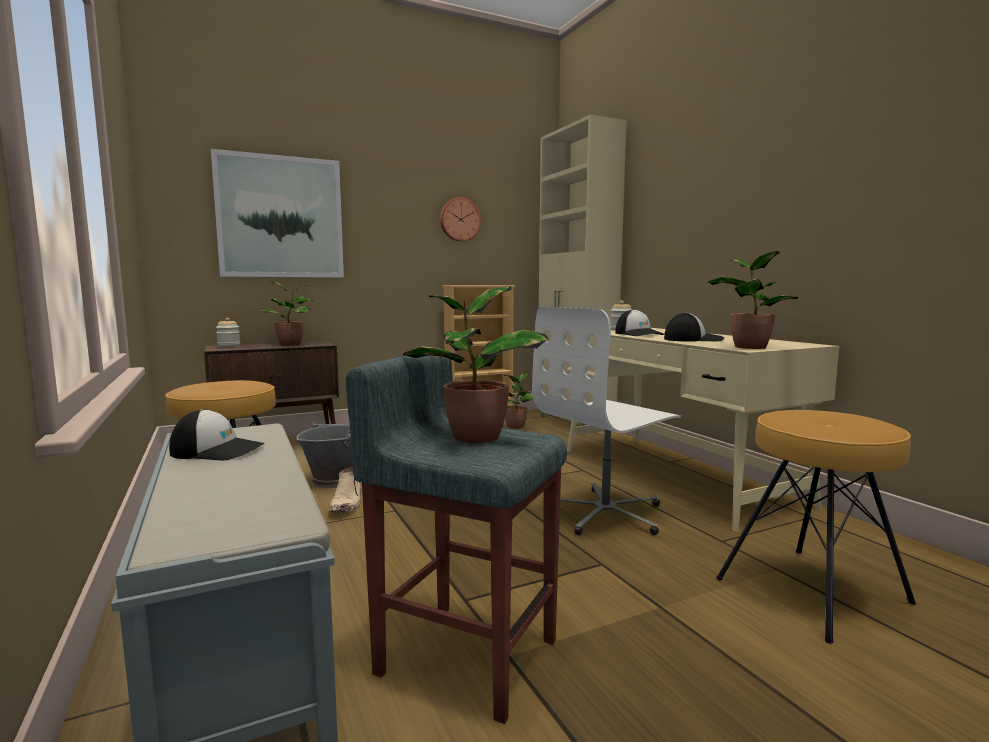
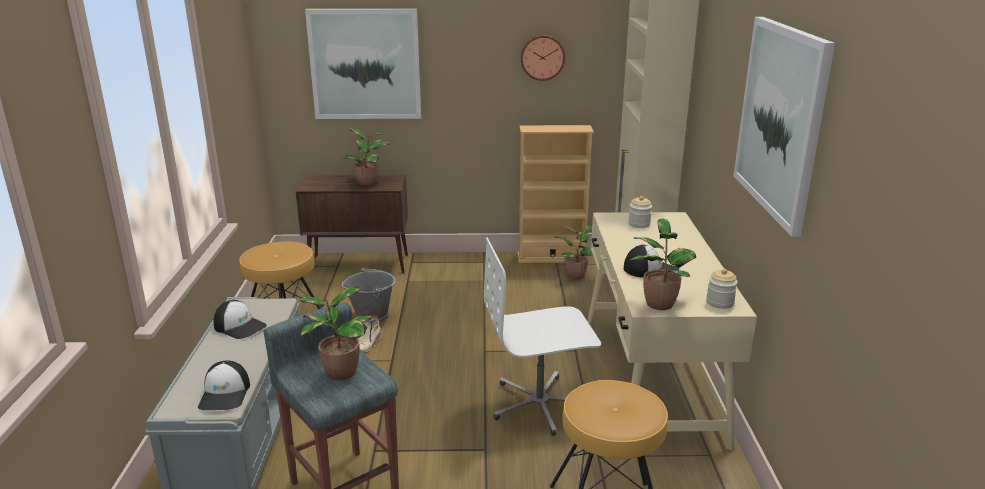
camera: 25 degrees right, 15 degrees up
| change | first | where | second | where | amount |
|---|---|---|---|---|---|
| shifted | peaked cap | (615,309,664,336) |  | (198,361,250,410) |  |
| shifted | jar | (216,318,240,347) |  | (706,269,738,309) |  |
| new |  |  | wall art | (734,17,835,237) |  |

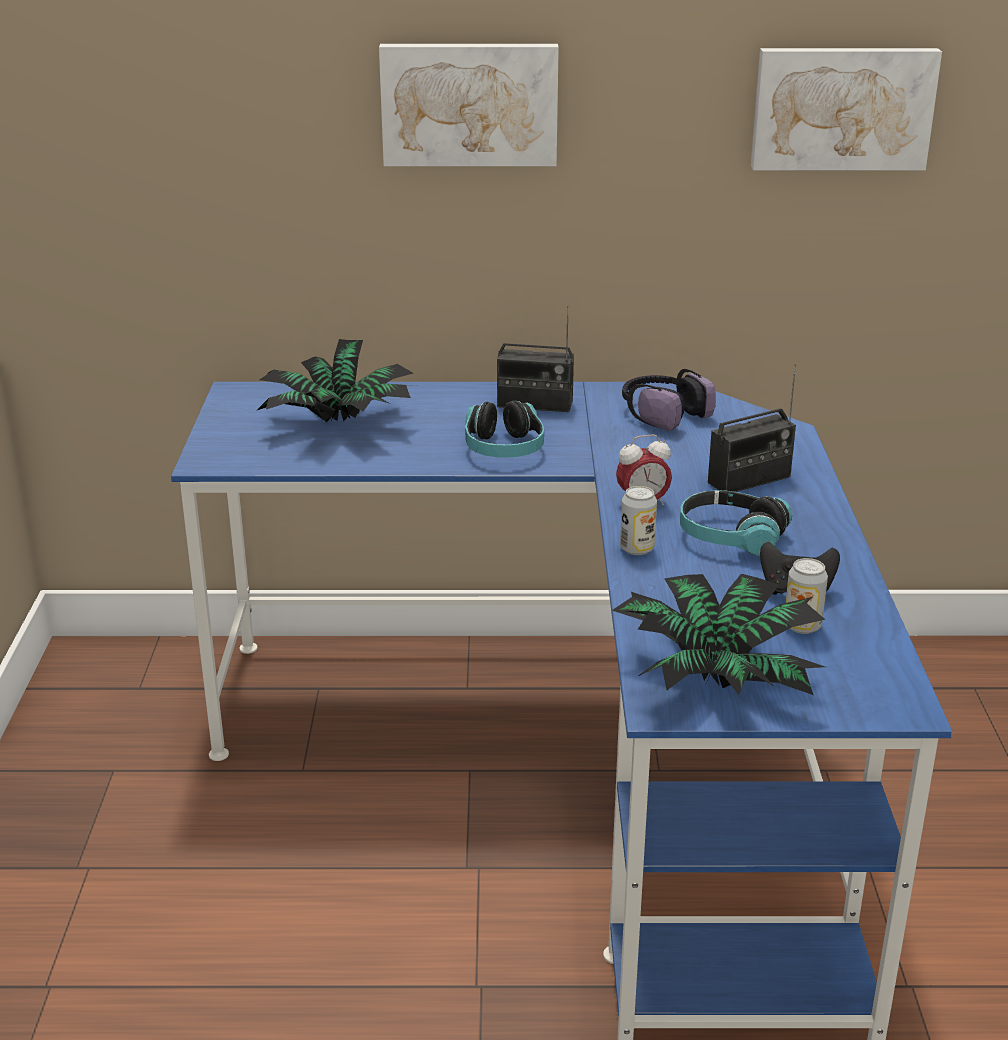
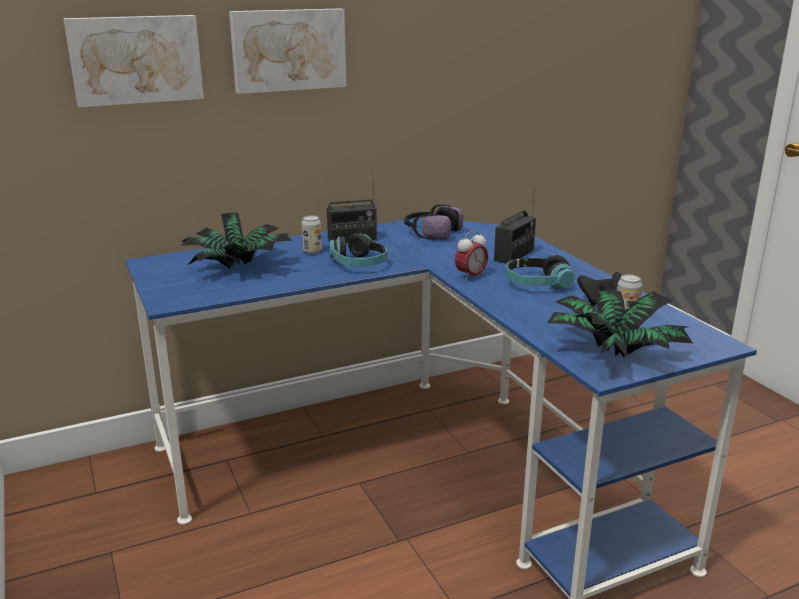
camera: 25 degrees left, 5 degrees down
| change | first | where | second | where | amount |
|---|---|---|---|---|---|
| shifted | wall art | (751,48,942,170) |  | (64,15,204,107) |  |
| shifted | metal can | (620,486,657,555) |  | (302,216,322,254) |  |

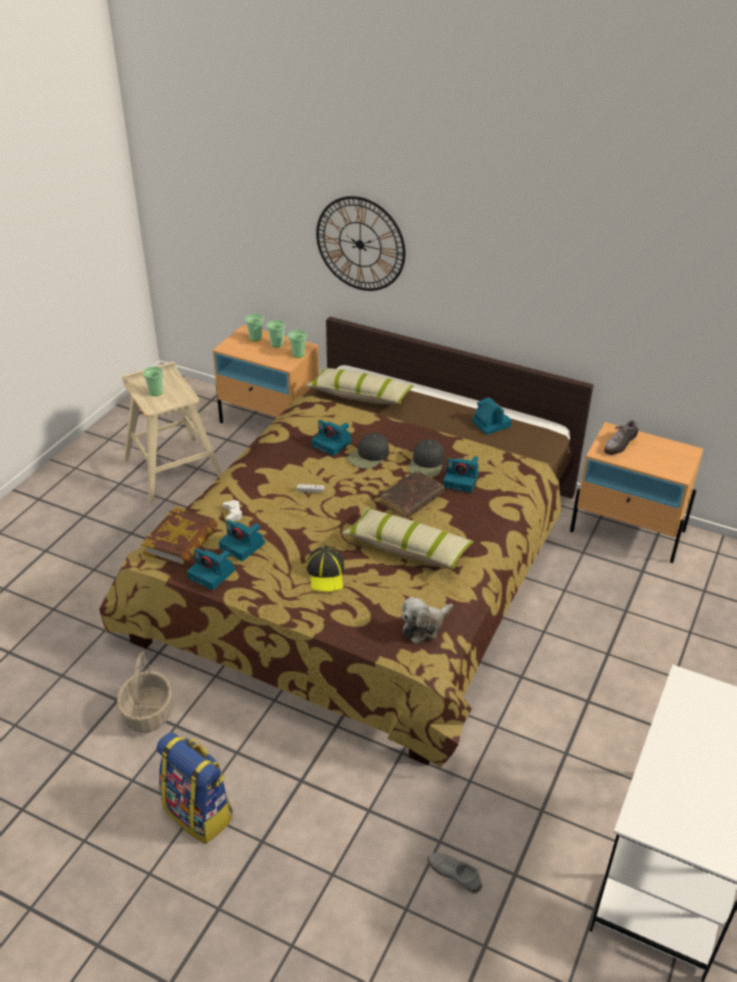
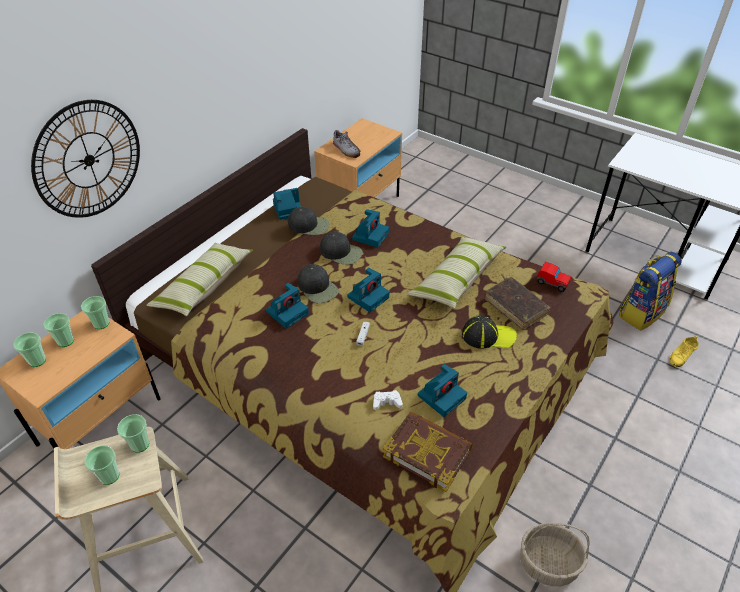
camera: 80 degrees left, 5 degrees up
| change | first | where | second | where | amount |
|---|---|---|---|---|---|
| new |  |  | cup | (117,414,149,453) |  |
| new |  |  | black-coloured peaked cap | (288,207,330,235) |  |
| shifted | photo camera | (187,548,235,590) |  | (347,268,389,312) |  |
| shifted | brown book | (380,471,444,518) |  | (485,277,551,330) |  |
| swapped | plush toy | (402,597,453,644) | model car | (537,262,572,292) |  |
| shifted | rucksack | (157,732,233,844) |  | (620,252,682,330) |  |
| repainted | greyish shoe | (428,853,482,894) | yellowish shoe | (670,336,699,367) |  |

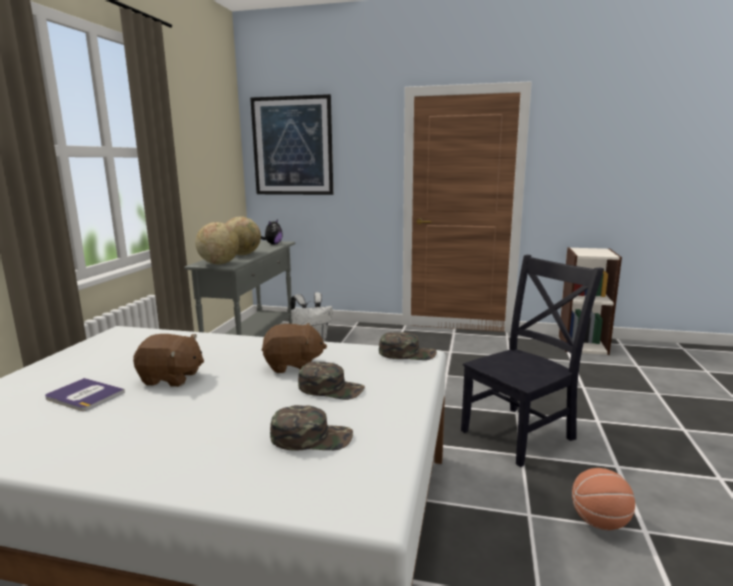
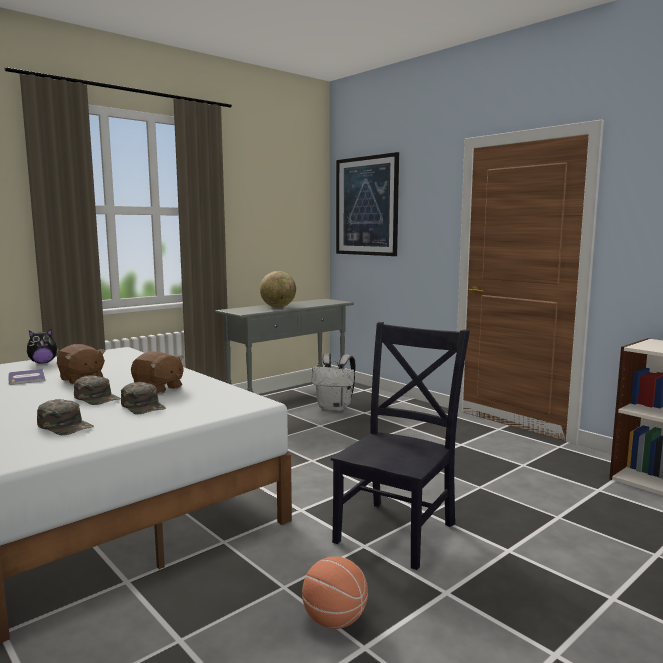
camera: 35 degrees right, 5 degrees down
| change | first | where | second | where | amount |
|---|---|---|---|---|---|
| shifted | plush toy | (261,219,283,245) |  | (27,329,59,363) |  |
| shifted | greenish peaked cap | (379,332,437,360) |  | (74,375,121,405) |  |
| rotated | black-coloured plain chair | (461,255,604,467) |  | (331,322,470,570) | 60 degrees counterclockwise |
| gone | globe | (195,222,239,264) |  |  |  |

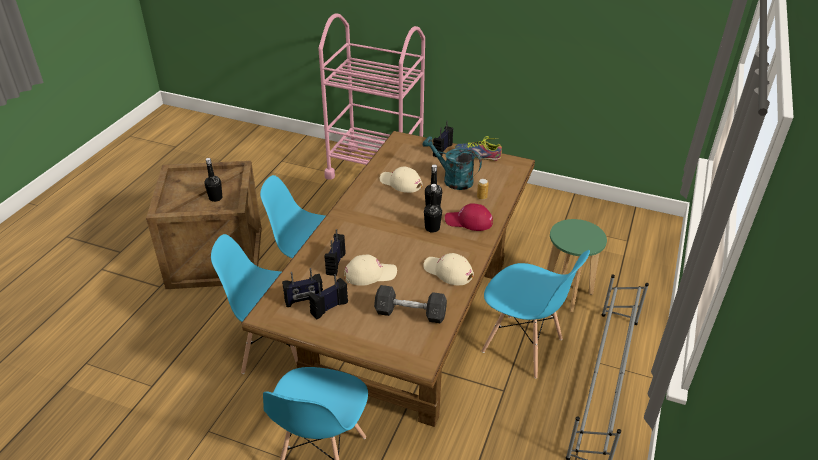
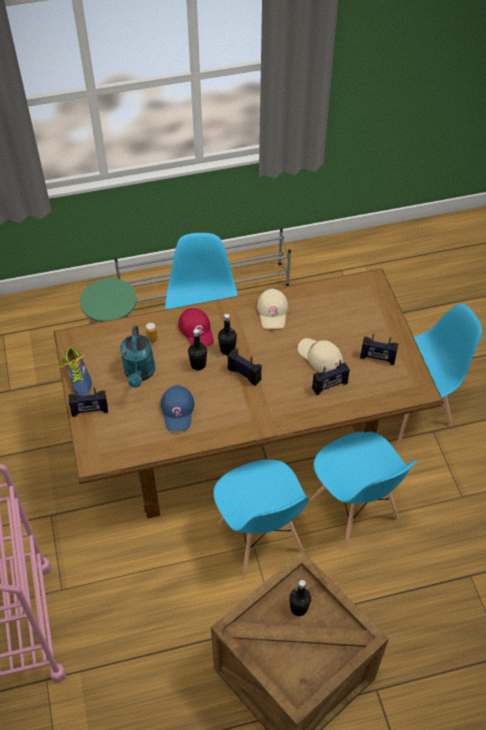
camera: 125 degrees left, 15 degrees up
| change | first | where | second | where | amount |
|---|---|---|---|---|---|
| repainted | sand-coloured peaked cap | (380,167,423,193) | blue peaked cap | (161,385,194,431) |  |
| shifted | radio receiver | (282,268,323,307) |  | (227,348,262,386) |  |
| gone | greyish hand weight | (374,285,447,323) |  |  |  |

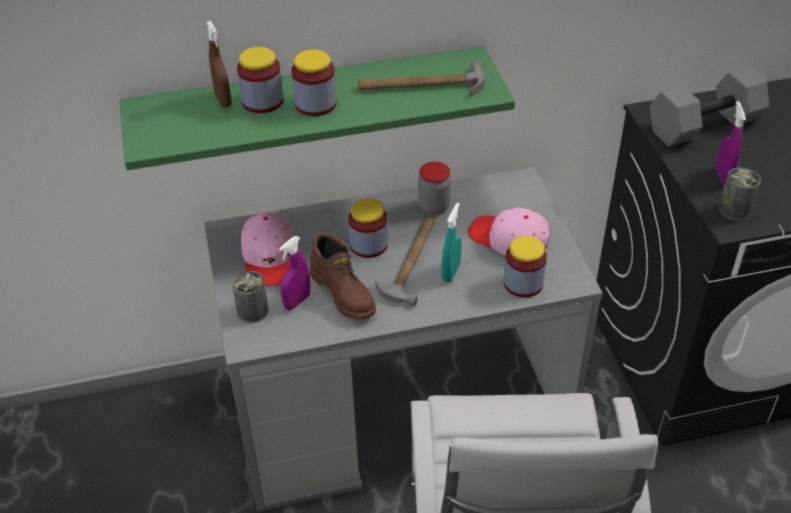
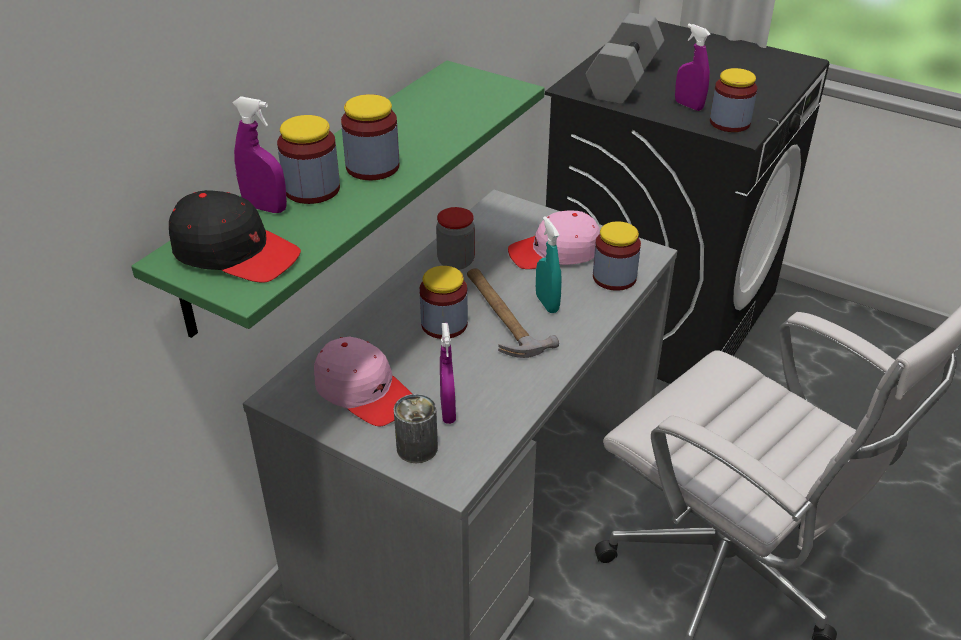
camera: 45 degrees left, 5 degrees down
| change | first | where | second | where | amount |
|---|---|---|---|---|---|
| new |  |  | black-coloured peaked cap | (169,190,301,283) |  |
| repainted | brown spray bottle | (206,21,232,108) | purplish spray bottle | (232,96,287,213) |  |
| swapped | metal can | (719,167,761,221) | jar | (710,68,757,132) |  |
| gone | brown tall boot | (310,233,376,320) |  |  |  |
| gone | hammer | (358,60,485,96) |  |  |  |

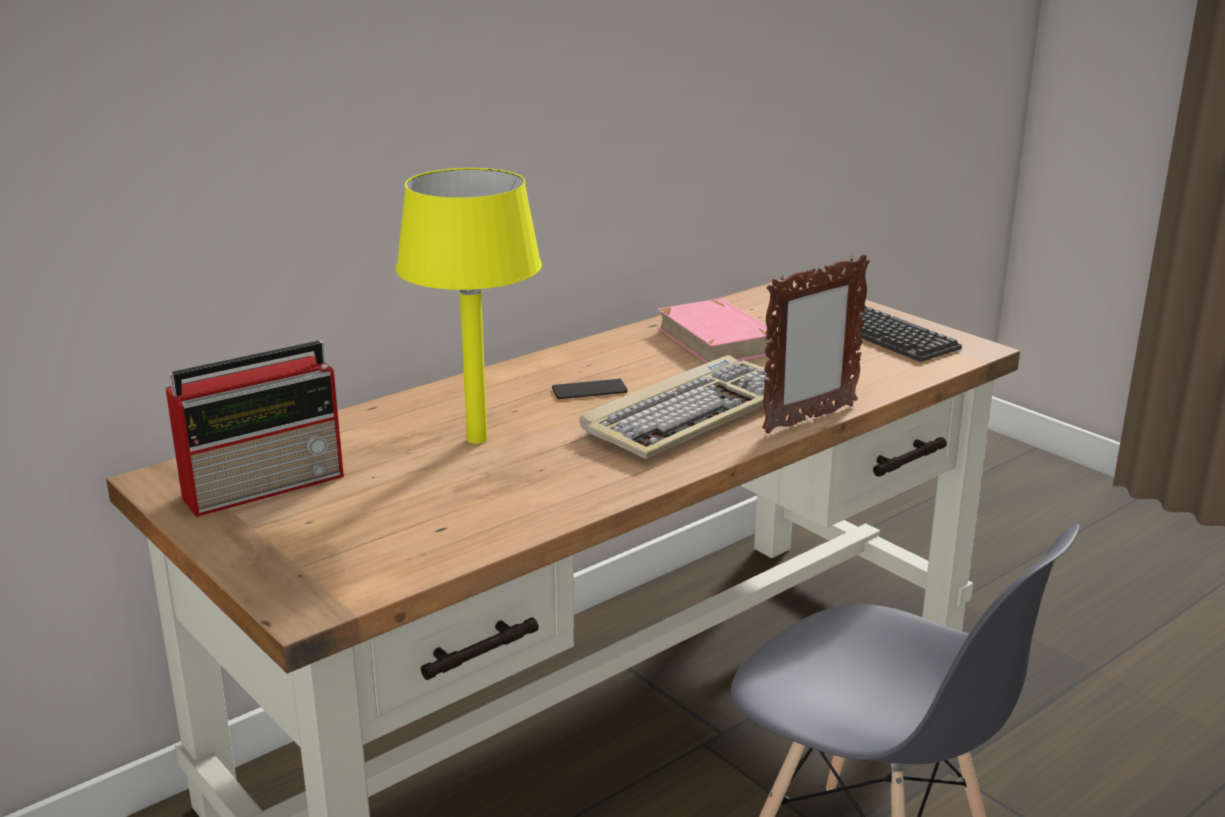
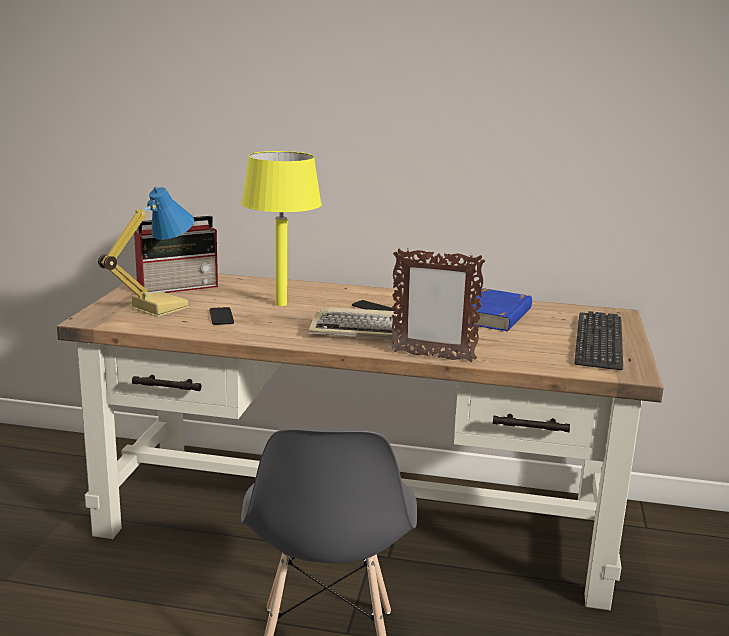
camera: 50 degrees right, 5 degrees down
| change | first | where | second | where | amount |
|---|---|---|---|---|---|
| new |  |  | tabletop lamp | (98,186,194,317) |  |
| rotated | radio receiver | (166,341,344,517) |  | (134,216,218,293) | 45 degrees counterclockwise |
| new |  |  | phone | (209,307,234,325) |  |
| repainted | pinkish book | (657,298,773,363) | blue book | (468,288,532,331) |  |

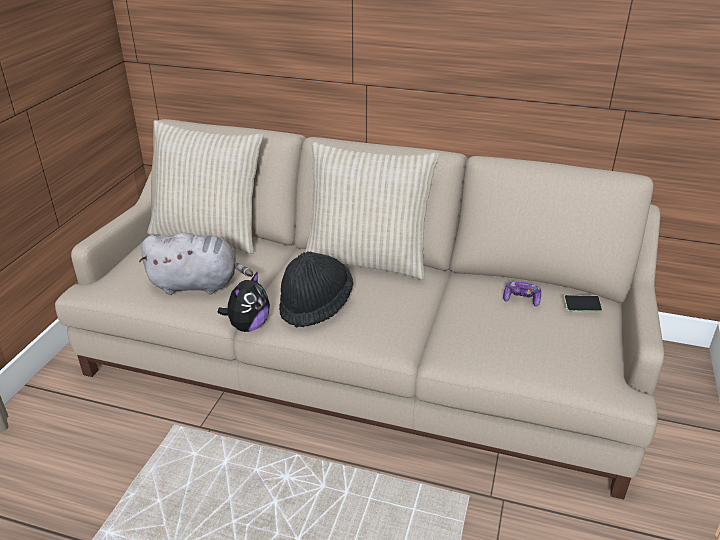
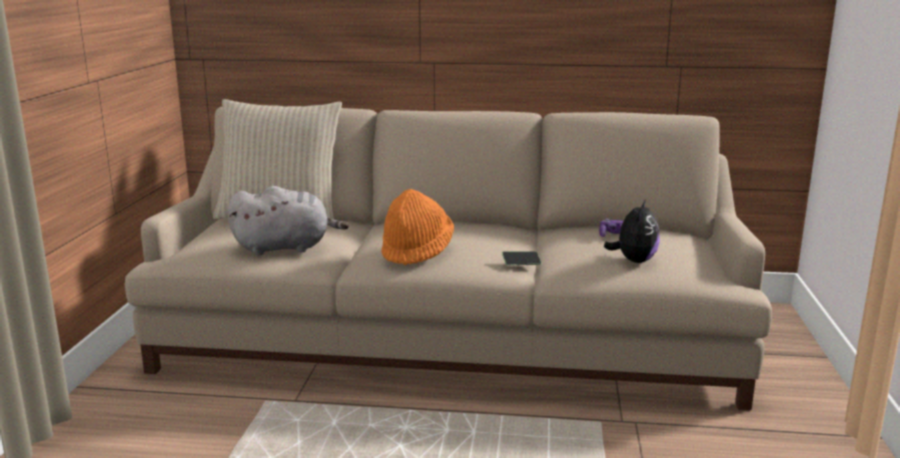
camera: 10 degrees left, 15 degrees down
| change | first | where | second | where | amount |
|---|---|---|---|---|---|
| repainted | black-coloured wearable hat | (279,251,353,328) | orangey wearable hat | (381,189,454,266) |  |
| shifted | phone | (564,295,602,311) |  | (502,251,542,265) |  |
| shifted | plush toy | (218,271,270,332) |  | (604,199,660,263) |  |
| gone | sand-coloured pillow | (305,142,439,280) |  |  |  |

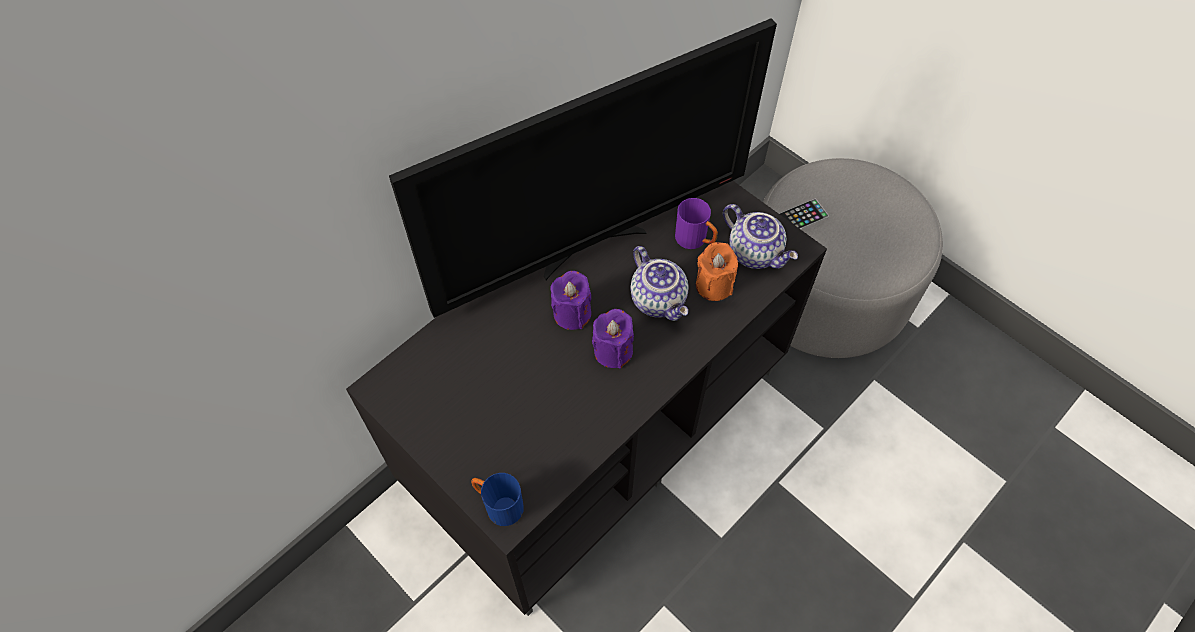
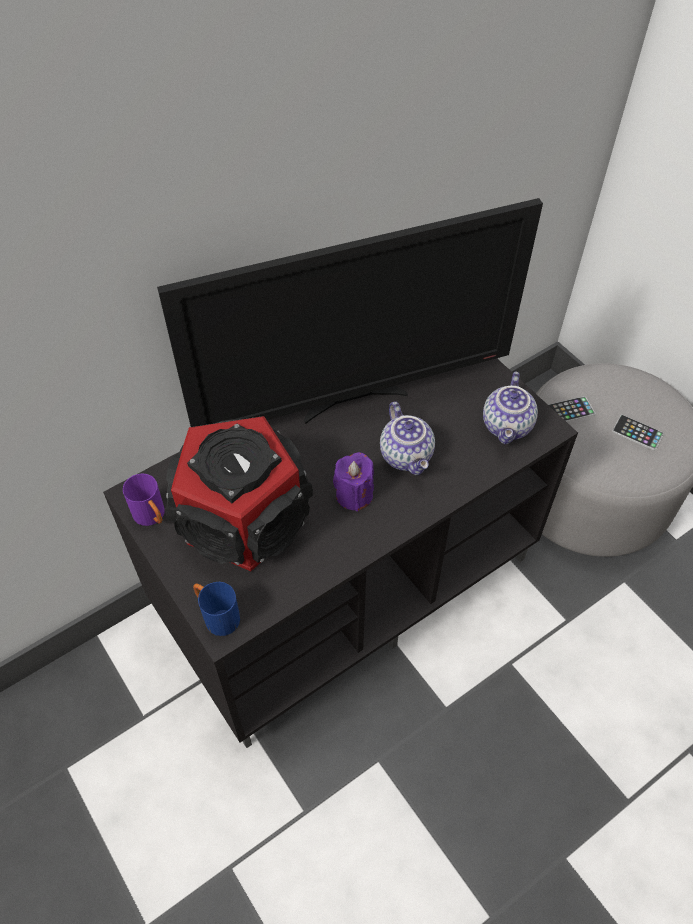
camera: 10 degrees right, 5 degrees down
| change | first | where | second | where | amount |
|---|---|---|---|---|---|
| shifted | purplish mug | (675,198,718,249) |  | (123,474,165,526) |  |
| new |  |  | speaker | (165,416,313,571) |  |
| rotated | pot for tea | (723,204,798,269) |  | (483,372,538,444) | 45 degrees clockwise |
| new |  |  | phone | (612,415,664,451) |  |
| gone | purplish candle | (550,271,591,330) |  |  |  |
| gone | orangey candle | (696,242,738,301) |  |  |  |

